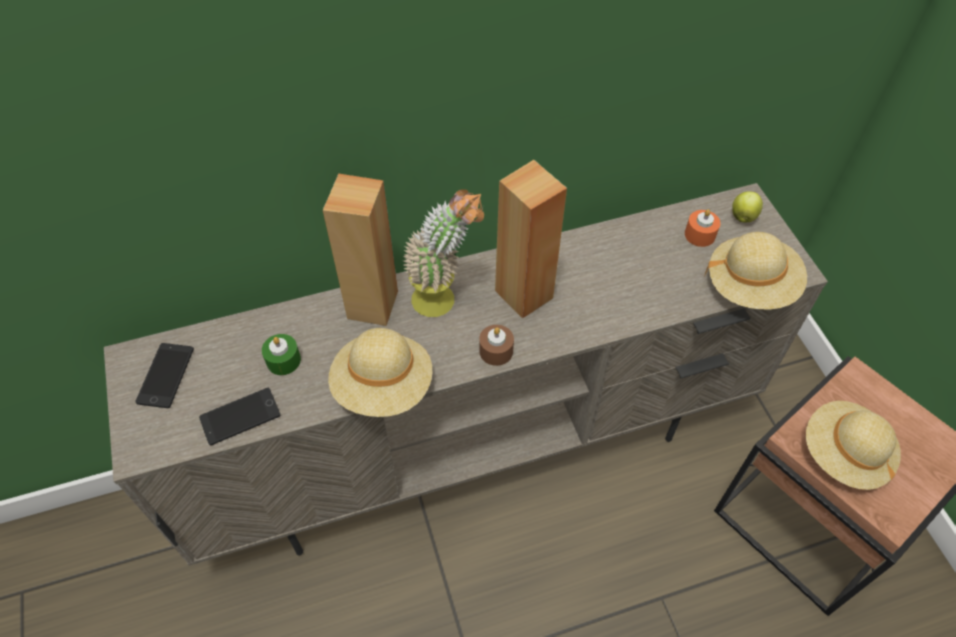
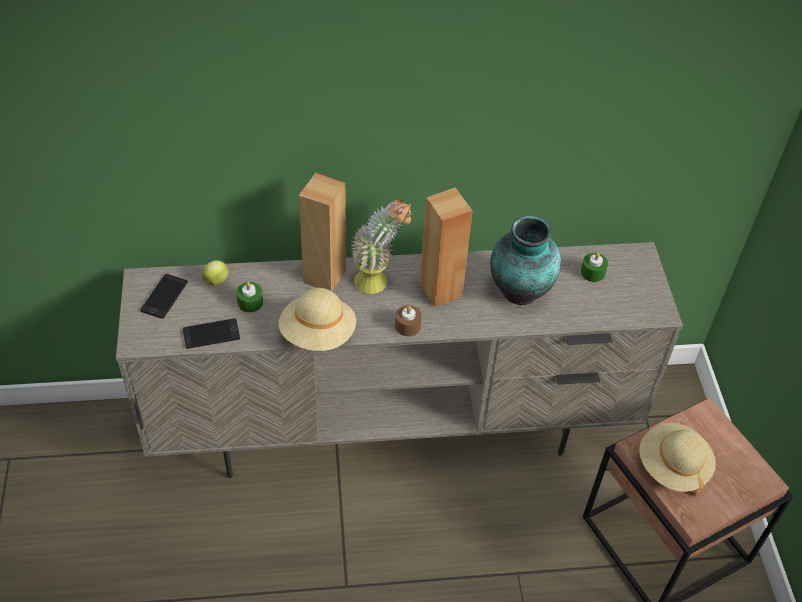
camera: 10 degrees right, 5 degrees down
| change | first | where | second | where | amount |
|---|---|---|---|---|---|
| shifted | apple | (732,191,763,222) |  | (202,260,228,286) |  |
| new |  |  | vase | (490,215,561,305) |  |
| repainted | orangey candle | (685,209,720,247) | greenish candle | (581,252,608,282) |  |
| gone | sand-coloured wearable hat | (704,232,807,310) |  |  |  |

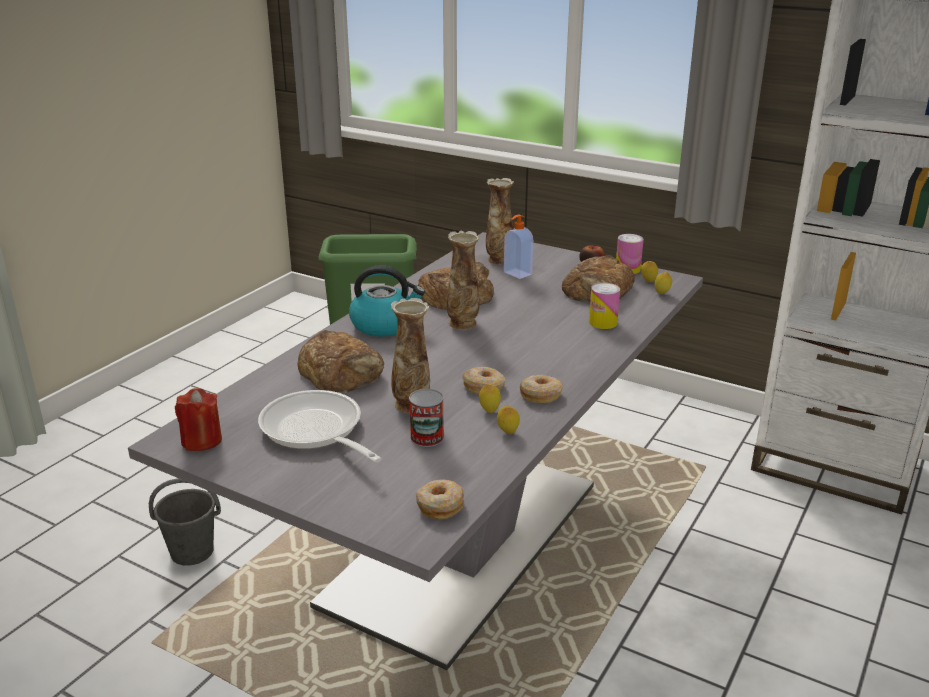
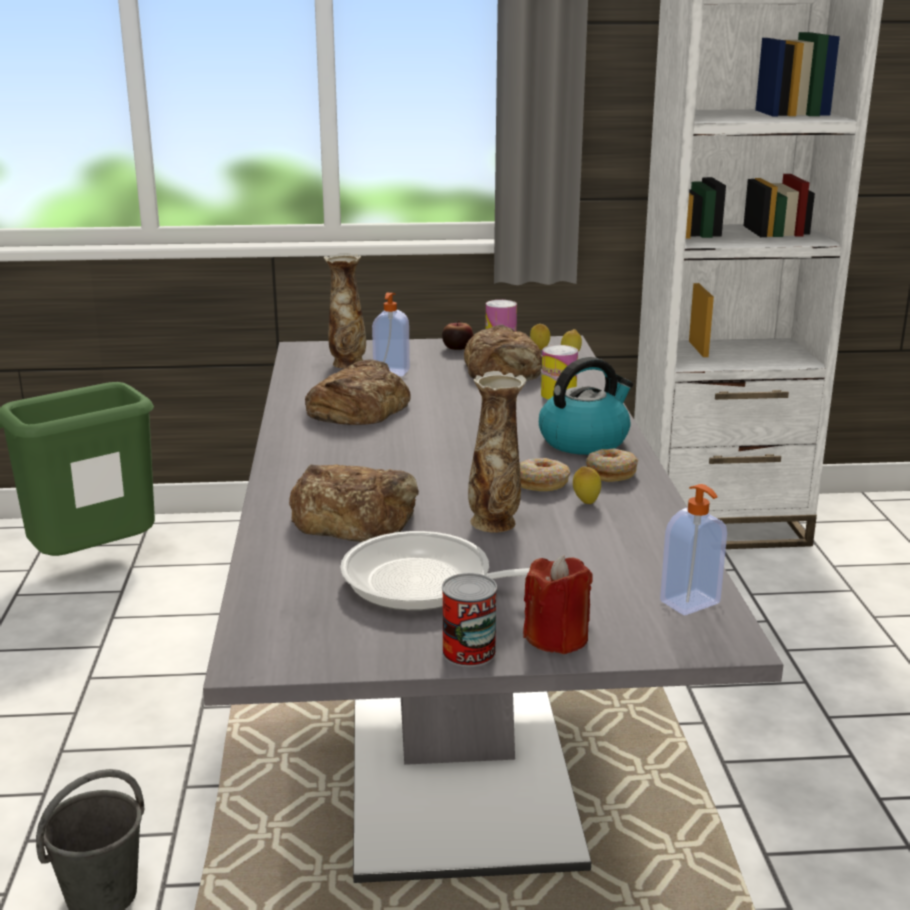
camera: 35 degrees left, 5 degrees down
| change | first | where | second | where | amount |
|---|---|---|---|---|---|
| shifted | metal can | (409,389,444,447) |  | (442,573,497,667) |  |
| shifted | red-coloured candle | (175,388,222,451) |  | (523,555,593,654) |  |
| shifted | kettle | (349,266,425,337) |  | (539,357,633,455) |  |
| swapped | ring doughnut | (416,479,464,519) | soap bottle | (660,484,727,615) |  |
| gone | vase | (446,231,480,330) |  |  |  |
| gone | whole lemon | (497,406,520,434) |  |  |  |

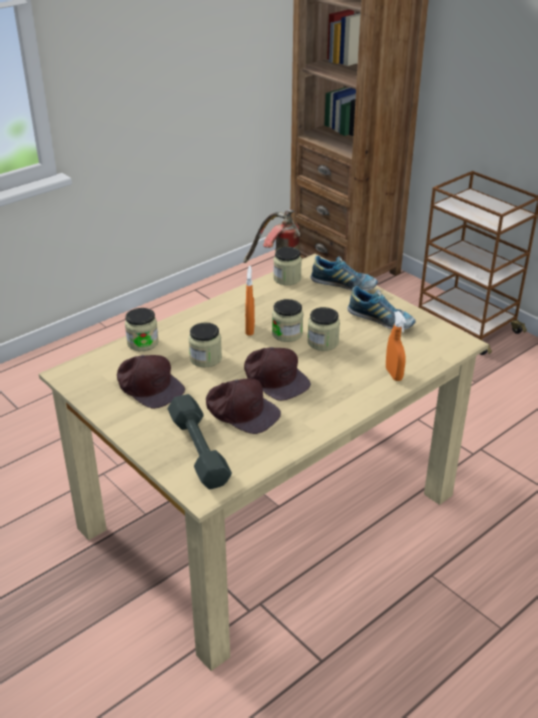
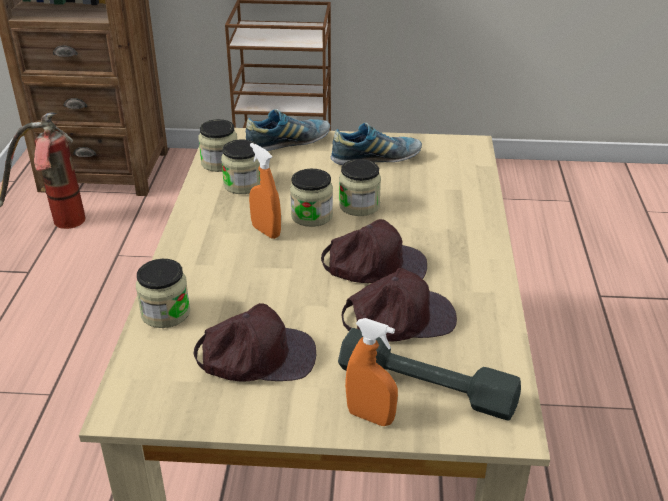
camera: 45 degrees left, 0 degrees up
| change | first | where | second | where | amount |
|---|---|---|---|---|---|
| shifted | jar | (188,322,222,367) |  | (221,140,261,194) |  |
| shifted | orangey spray bottle | (386,311,407,381) |  | (345,318,398,426) |  |

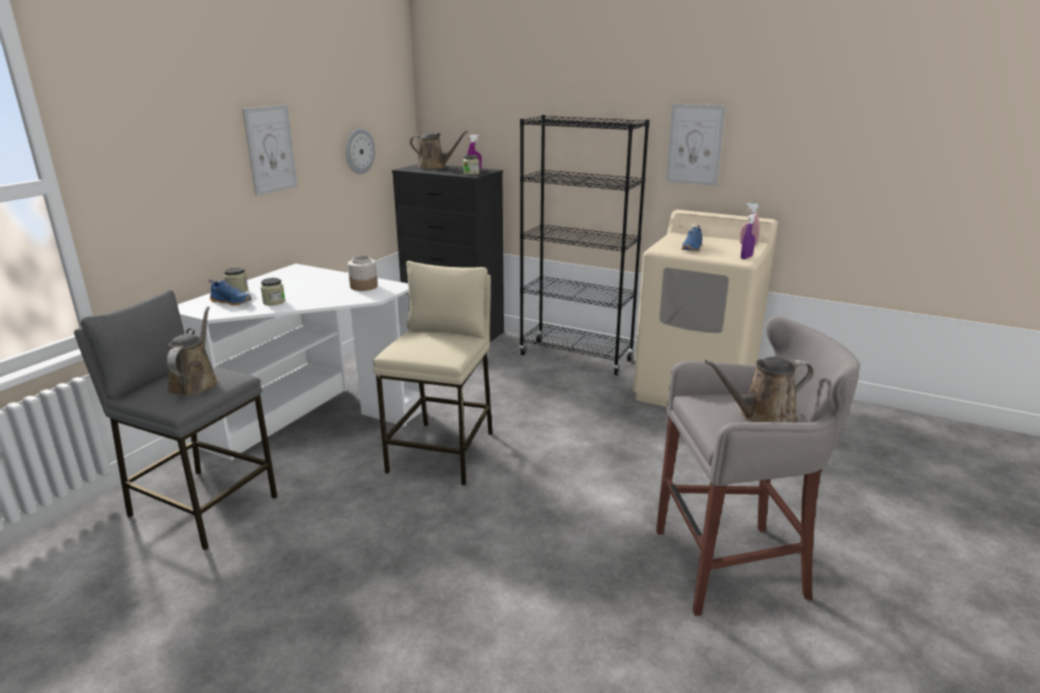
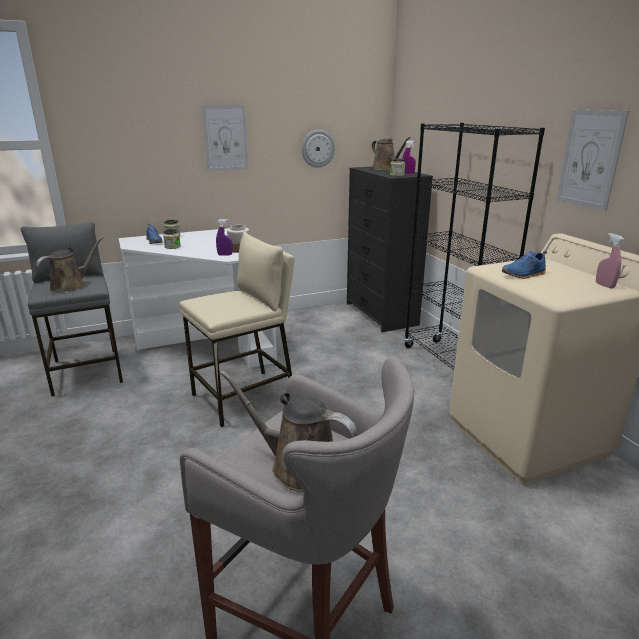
camera: 40 degrees right, 0 degrees up
| change | first | where | second | where | amount |
|---|---|---|---|---|---|
| shifted | purplish spray bottle | (741,213,757,259) |  | (216,219,233,256) |  |

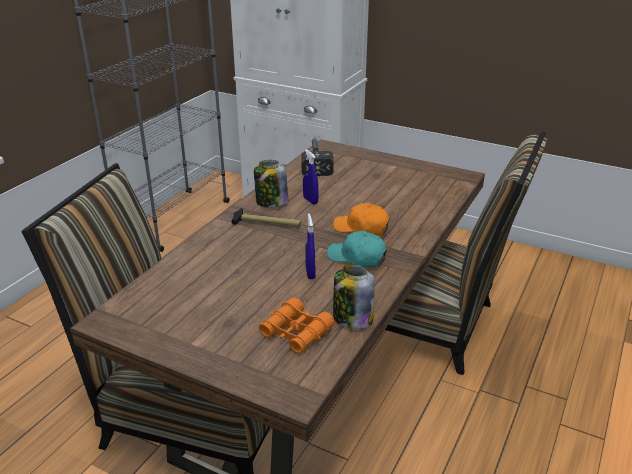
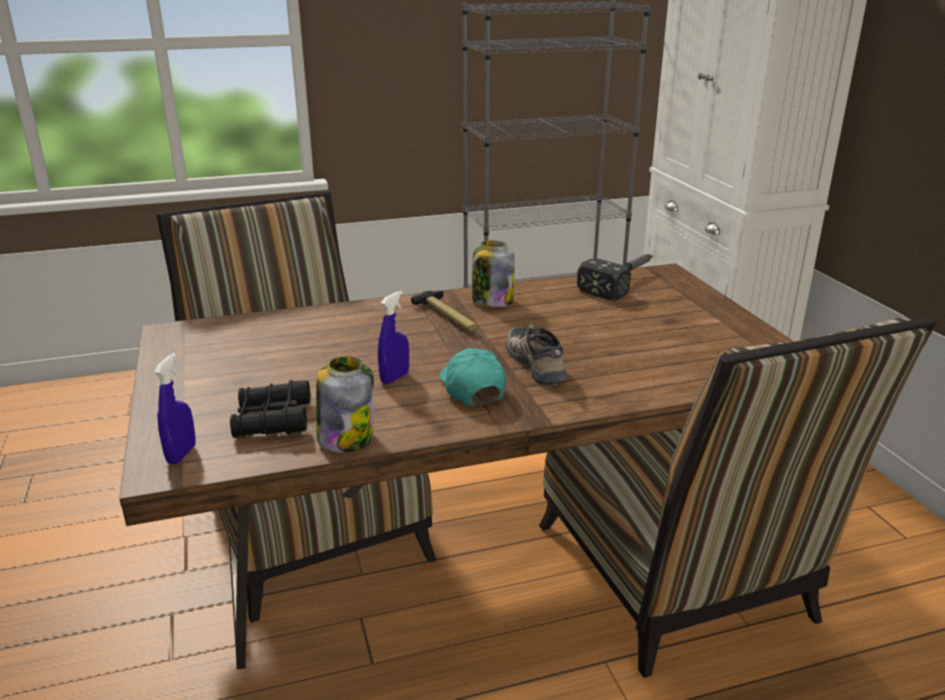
camera: 45 degrees right, 5 degrees down
| change | first | where | second | where | amount |
|---|---|---|---|---|---|
| shifted | blue spray bottle | (303,149,319,205) |  | (154,353,196,464) |  |
| repainted | orangey pair of binoculars | (259,297,334,354) | black-coloured pair of binoculars | (230,380,311,438) |  |
| swapped | orangey peaked cap | (333,202,389,236) | shoe | (506,324,567,386) |  |

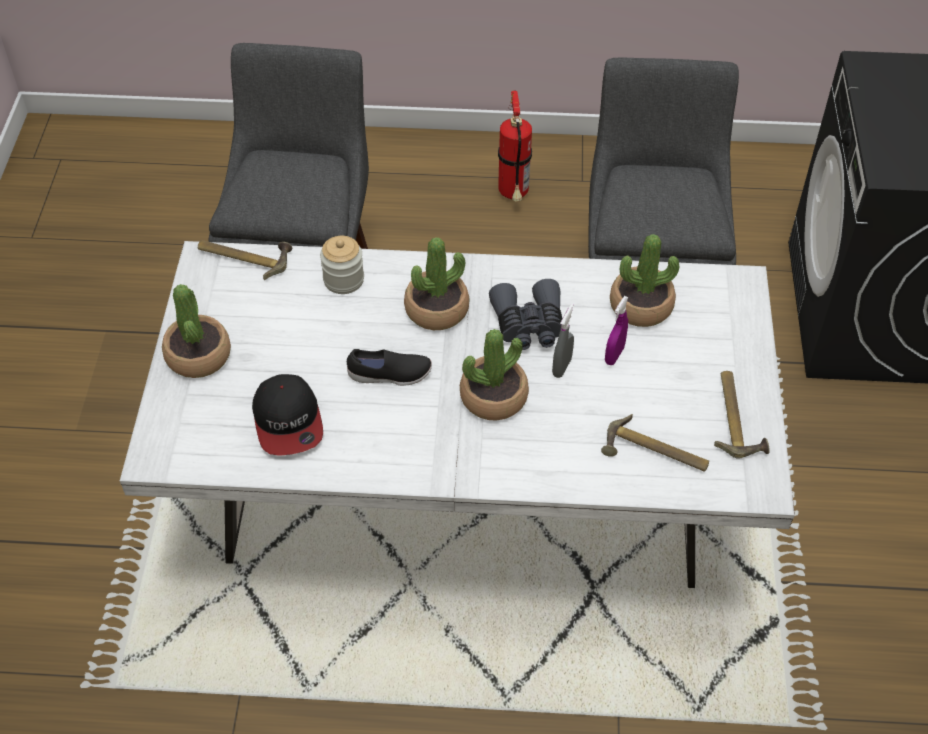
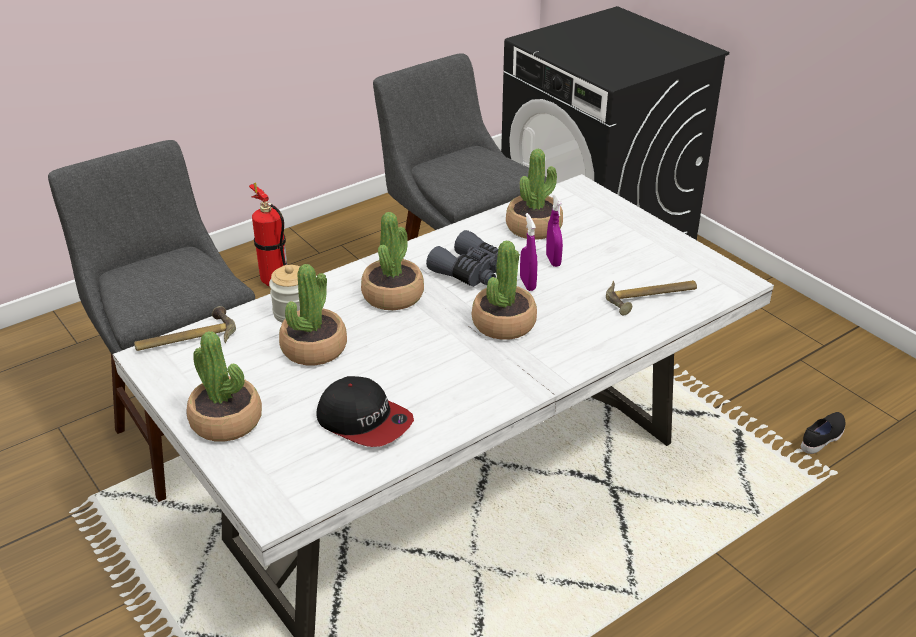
camera: 40 degrees left, 15 degrees down
| change | first | where | second | where | amount |
|---|---|---|---|---|---|
| new |  |  | plant in a pot | (279,264,347,365) |  |
| repainted | greyish spray bottle | (552,304,574,378) | purplish spray bottle | (520,213,537,291) |  |
| shifted | black-coloured shoe | (347,349,432,386) |  | (801,412,845,454) |  |
| gone | hammer | (714,371,770,459) |  |  |  |

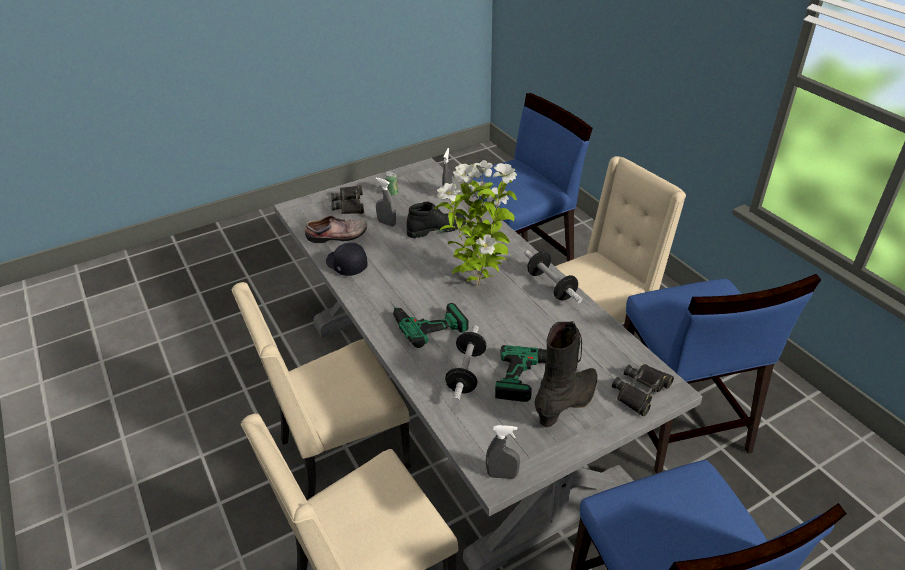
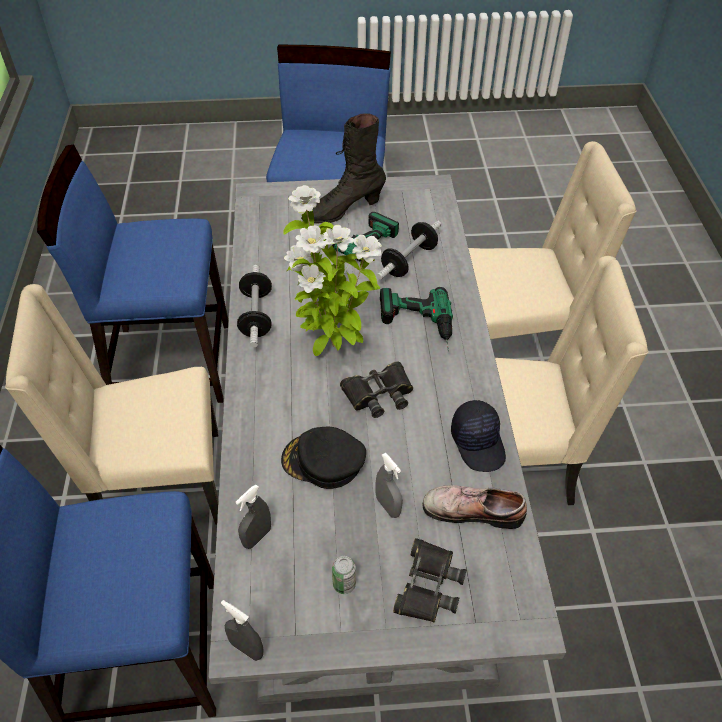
camera: 155 degrees left, 10 degrees up
| change | first | where | second | where | amount |
|---|---|---|---|---|---|
| rotated | blue plain chair | (624,274,821,474) |  | (37,145,229,403) | 105 degrees counterclockwise |
| shifted | greyish spray bottle | (486,425,520,479) |  | (221,600,264,661) |  |
| swapped | black-coloured tall boot | (407,202,466,238) | black-coloured peaked cap | (281,427,366,489) |  |
| shifted | black-coloured pair of binoculars | (612,364,674,416) |  | (340,361,413,418) |  |

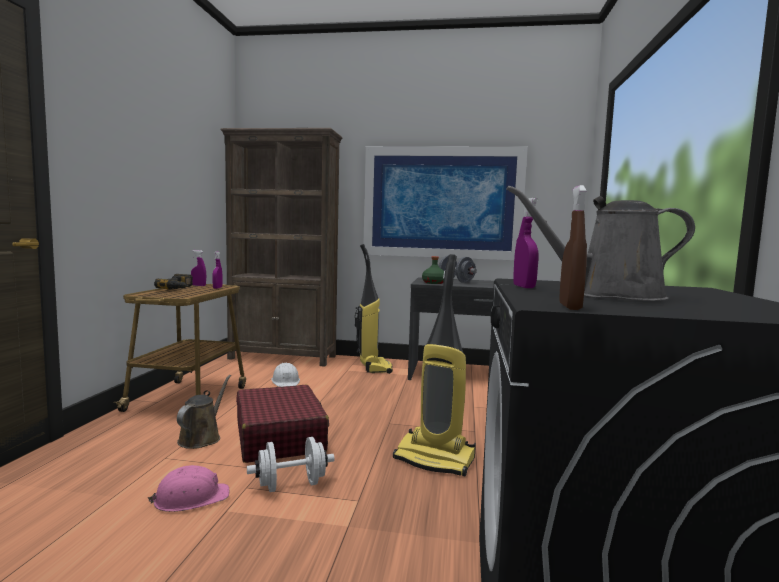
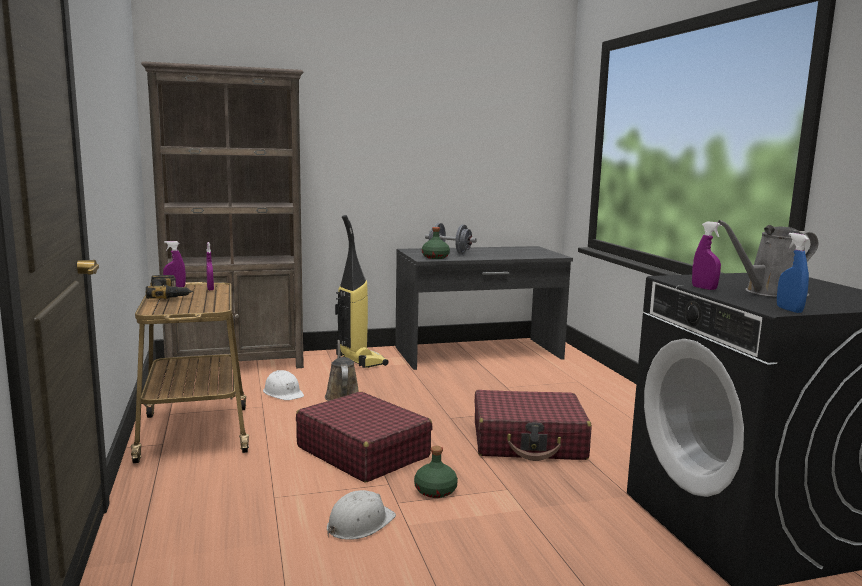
camera: 25 degrees left, 5 degrees up
| change | first | where | second | where | amount |
|---|---|---|---|---|---|
| shifted | brown sprinkling can | (177,375,231,449) |  | (325,340,359,401) |  |
| repainted | pinkish safety helmet | (148,465,229,512) | whitish safety helmet | (327,490,396,540) |  |
| swapped | whitish hand weight | (247,437,335,492) | greenish beverage bottle | (414,446,458,498) |  |
| swapped | vacuum cleaner | (393,254,476,476) | red-coloured piece of luggage | (475,390,592,461) |  |
| repainted | brown spray bottle | (559,185,587,310) | blue spray bottle | (777,233,809,313) |  |
| gone | wall art | (363,146,528,260) |  |  |  |

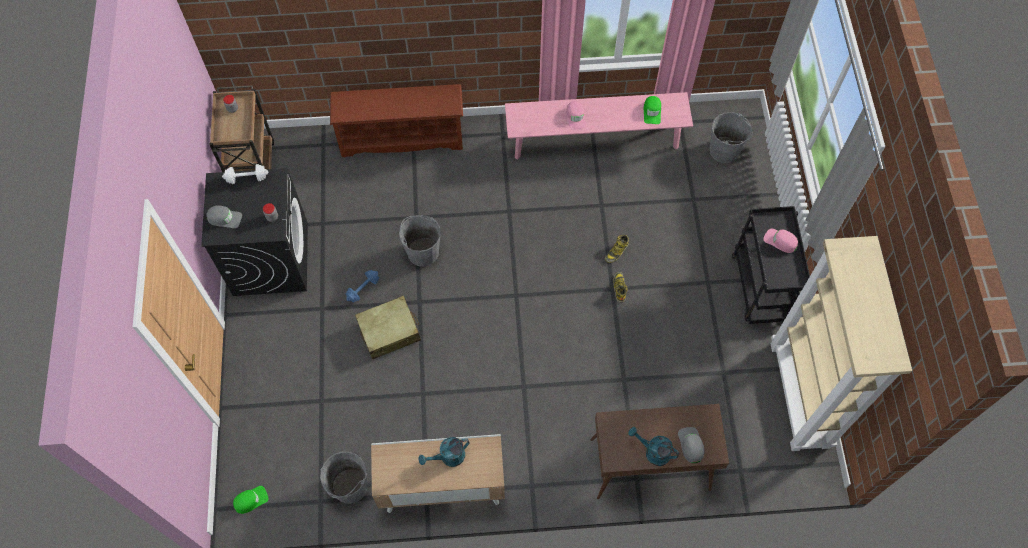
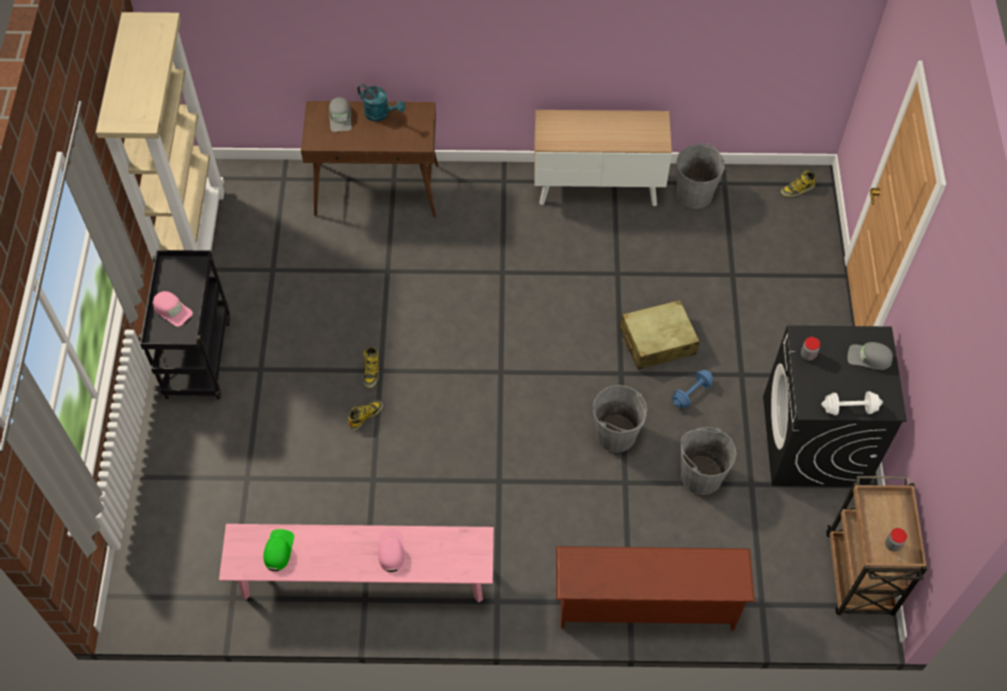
camera: 175 degrees left, 5 degrees down
| change | first | where | second | where | amount |
|---|---|---|---|---|---|
| shifted | greyish pail | (709,112,753,164) |  | (681,427,737,495) |  |
| swapped | greenish peaked cap | (233,486,268,514) | tall boot | (781,170,816,197) |  |
| gone | blue-green sprinkling can | (418,437,470,467) |  |  |  |

